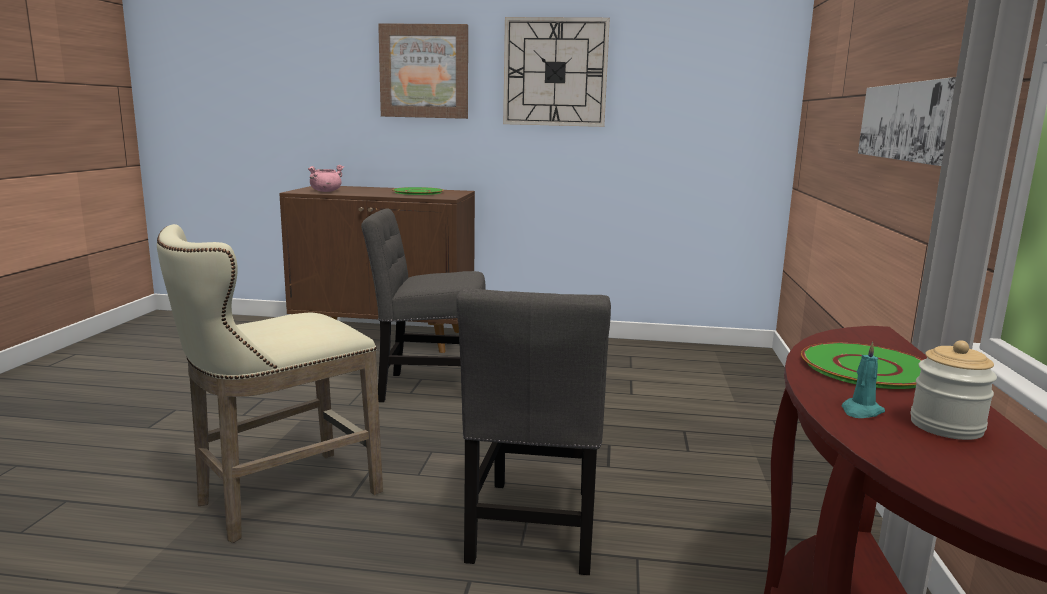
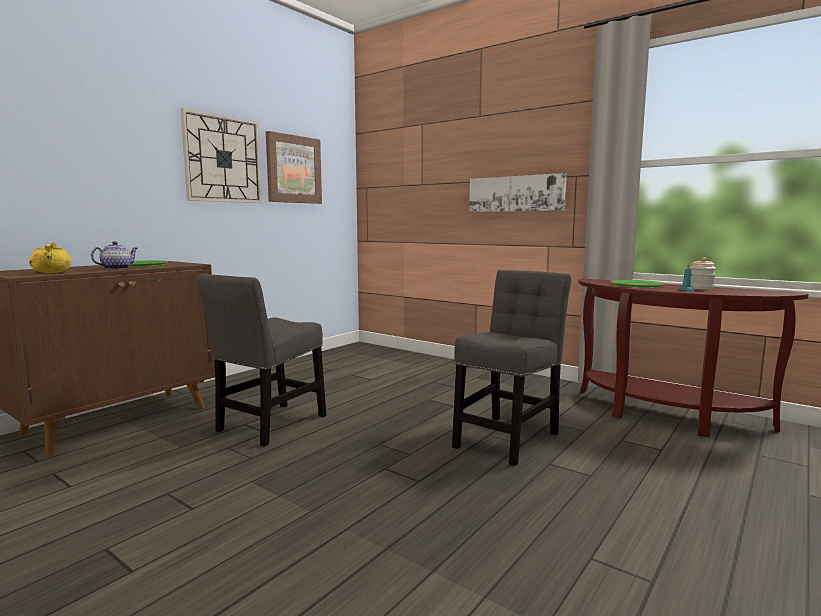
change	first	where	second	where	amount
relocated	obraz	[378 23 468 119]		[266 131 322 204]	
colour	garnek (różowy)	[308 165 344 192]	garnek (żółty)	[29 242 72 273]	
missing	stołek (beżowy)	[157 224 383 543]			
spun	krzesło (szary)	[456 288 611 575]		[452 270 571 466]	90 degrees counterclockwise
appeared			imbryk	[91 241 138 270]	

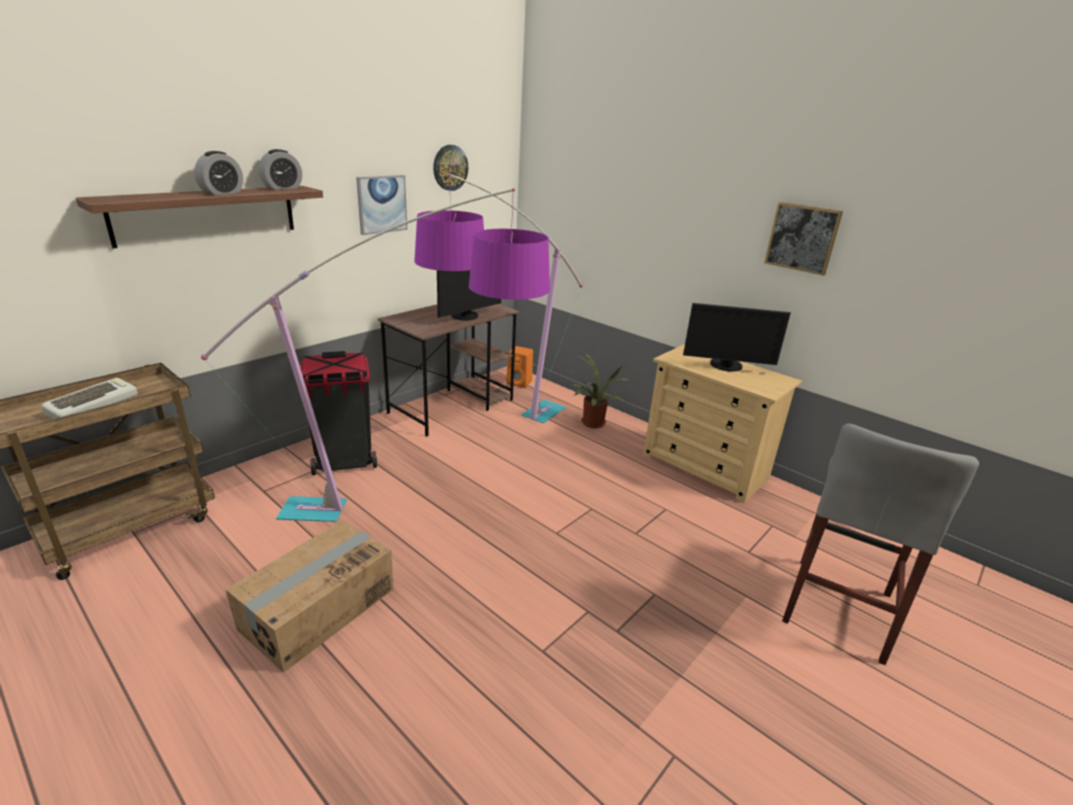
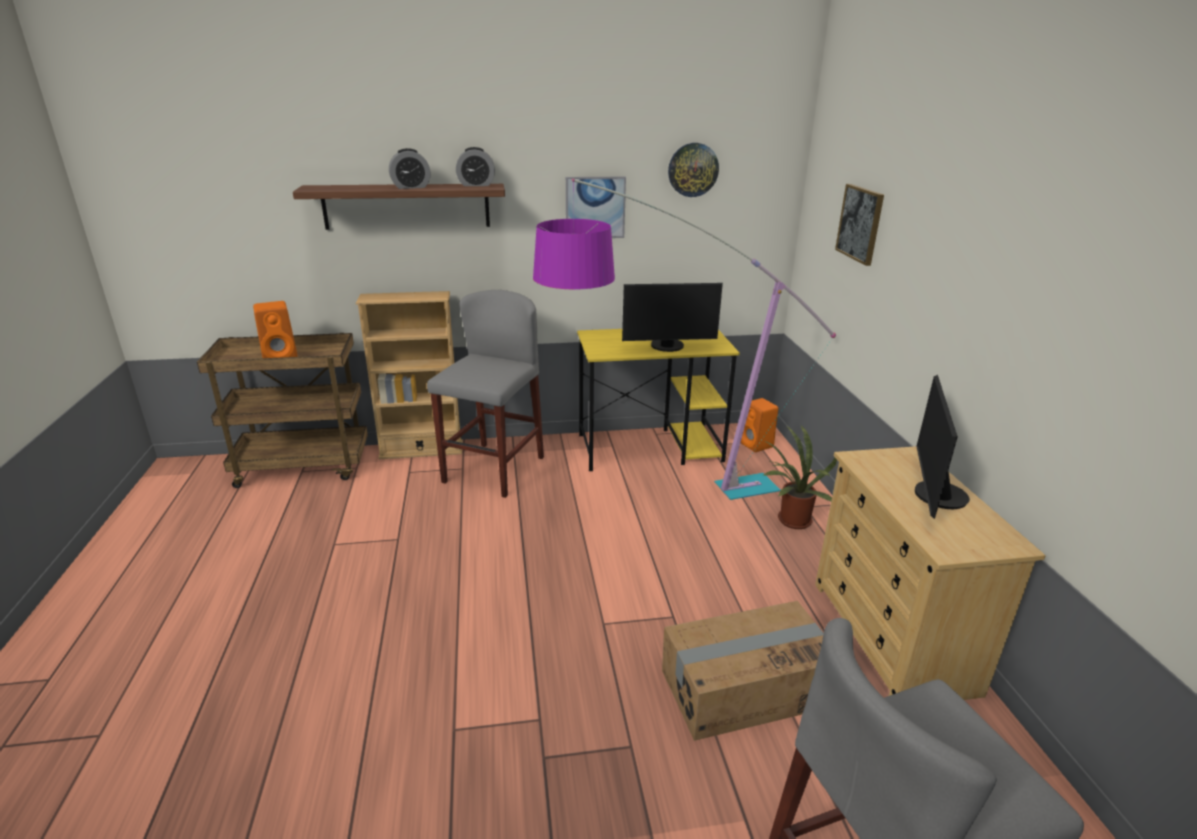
change	first	where	second	where	amount
missing	lampa stojąca	[201 188 550 522]			
relocated	obraz	[764 202 843 276]		[835 184 884 266]	
spun	monitor	[683 303 791 372]		[915 375 970 519]	60 degrees clockwise
colour	biurko (brązowy)	[378 304 519 437]	biurko (żółty)	[577 329 740 471]	
exchanged	kosz na śmieci (czarny)	[300 351 377 475]	stołek (szary)	[427 290 544 498]	
exchanged	klawiatura	[42 378 138 419]	głośnik (pomarańczowy)	[253 301 298 358]	
relocated	karton	[225 520 393 673]		[662 601 824 741]	
appeared			regał (beżowy)	[356 291 462 459]	

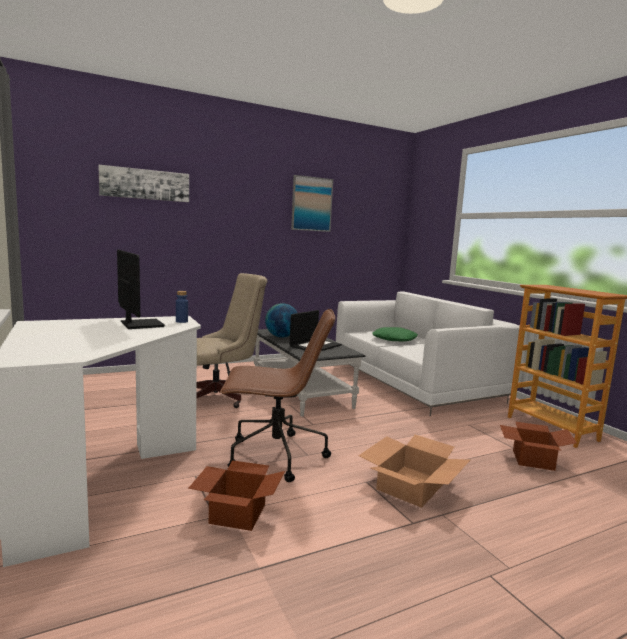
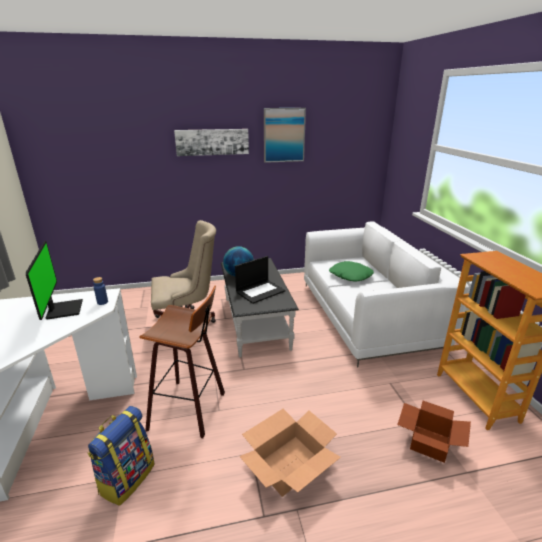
change	first	where	second	where	amount
relocated	obraz	[98 165 189 202]		[174 129 249 156]	
exchanged	krzesło biurowe (brązowy)	[220 309 336 482]	stołek	[139 286 225 438]	
exchanged	karton	[188 460 285 531]	plecak	[87 406 155 506]	

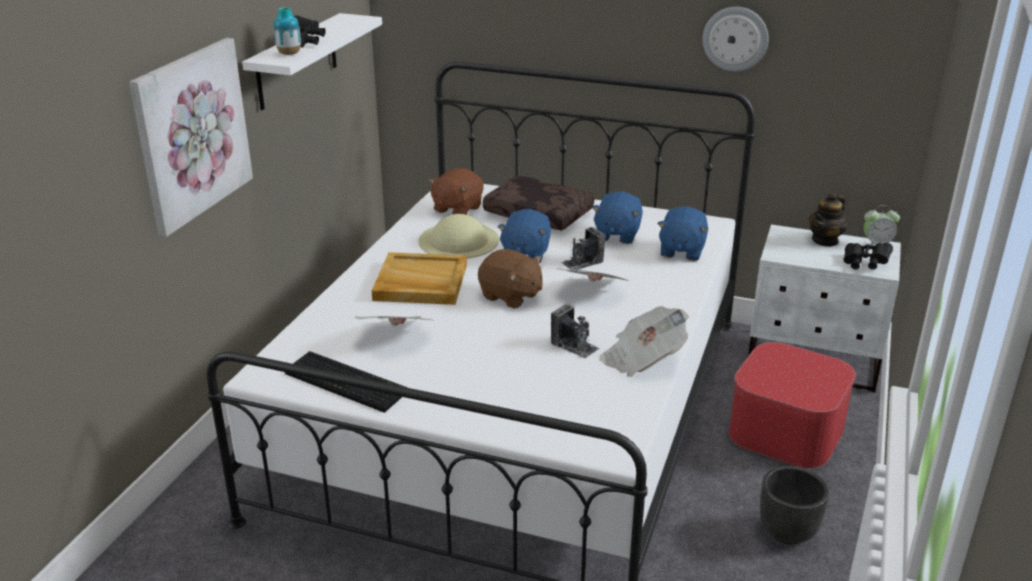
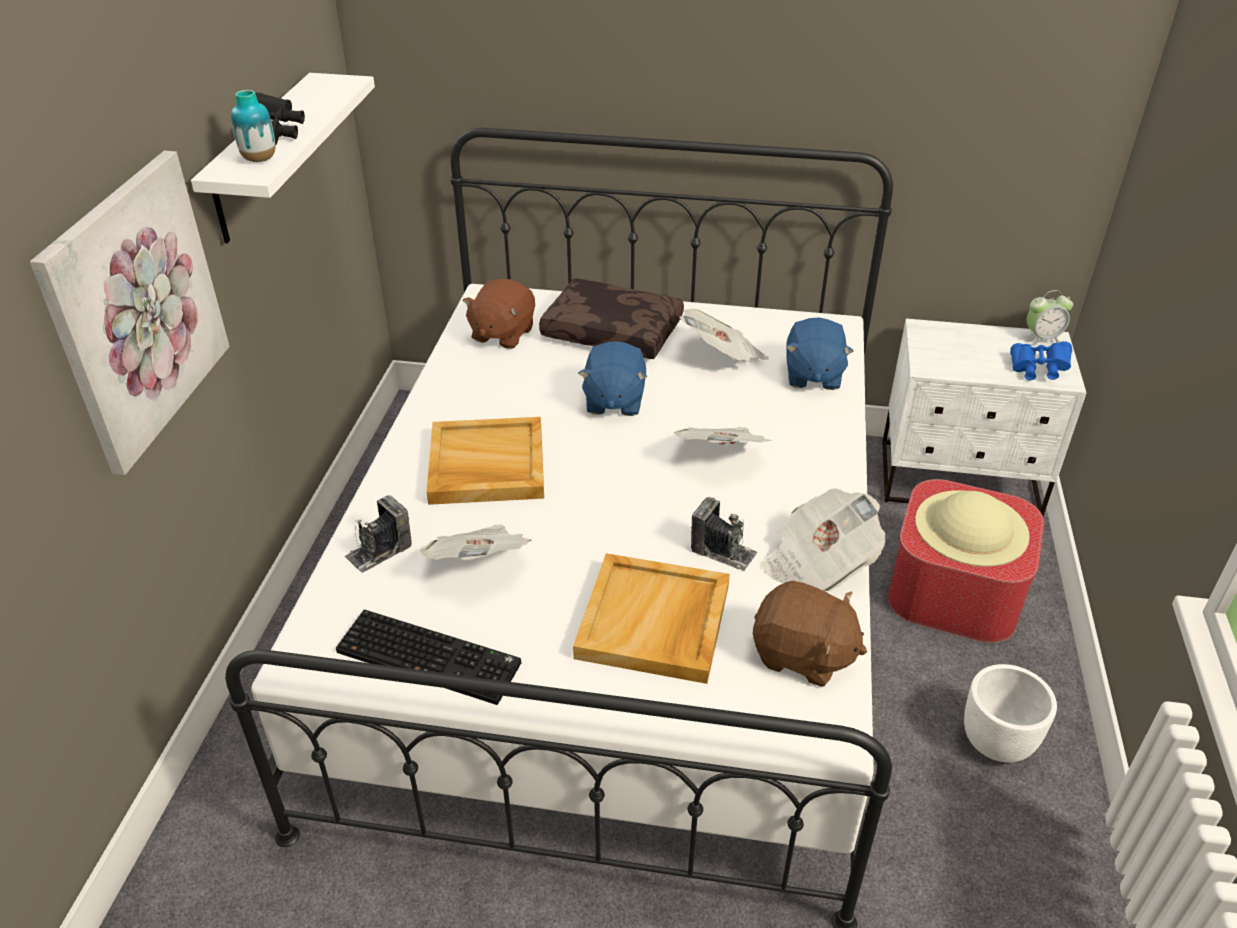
change	first	where	second	where	amount
missing	zegar ścienny	[703 7 768 71]			
exchanged	pluszak (niebieski)	[592 191 643 244]	gazeta	[679 309 769 362]	
missing	imbryk	[809 193 847 247]			
relocated	kapelusz (beżowy)	[418 214 499 259]		[915 490 1030 567]	
relocated	aparat fotograficzny	[561 227 605 270]		[344 495 412 573]	
colour	lornetka (czarny)	[843 243 893 270]	lornetka (niebieski)	[1010 341 1072 380]	
relocated	pluszak (brązowy)	[478 249 543 309]		[753 580 867 687]	
colour	donica (czarny)	[760 466 829 544]	donica (biały)	[964 664 1057 762]	
appeared			taca (beżowy)	[573 553 730 684]	

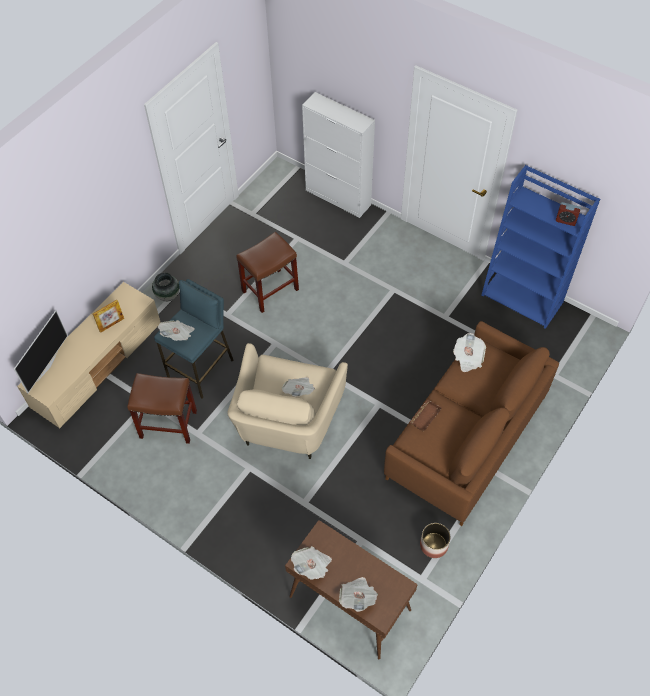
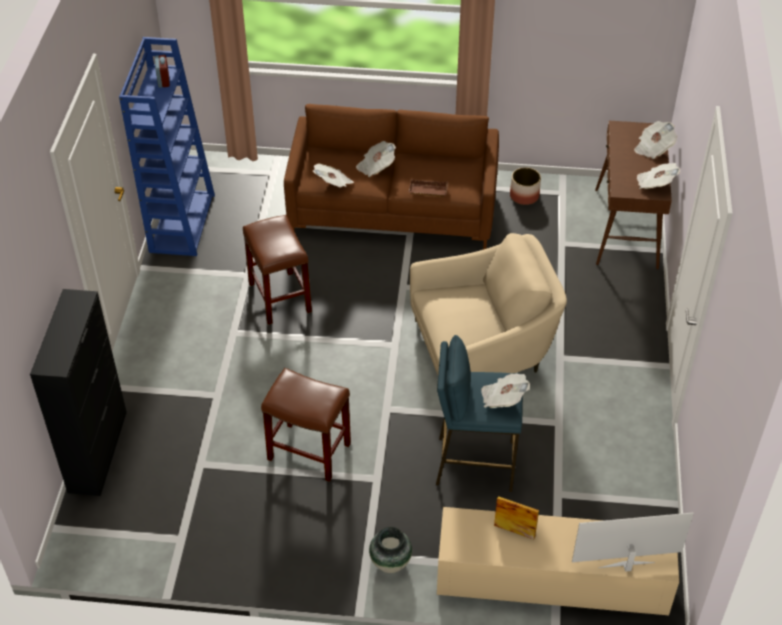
change	first	where	second	where	amount
colour	szafka (biały)	[302 92 375 218]	szafka (czarny)	[30 289 127 496]	
relocated	stołek (brązowy)	[127 373 197 444]		[243 215 312 325]	
relocated	gazeta	[282 377 315 397]		[356 141 396 177]	

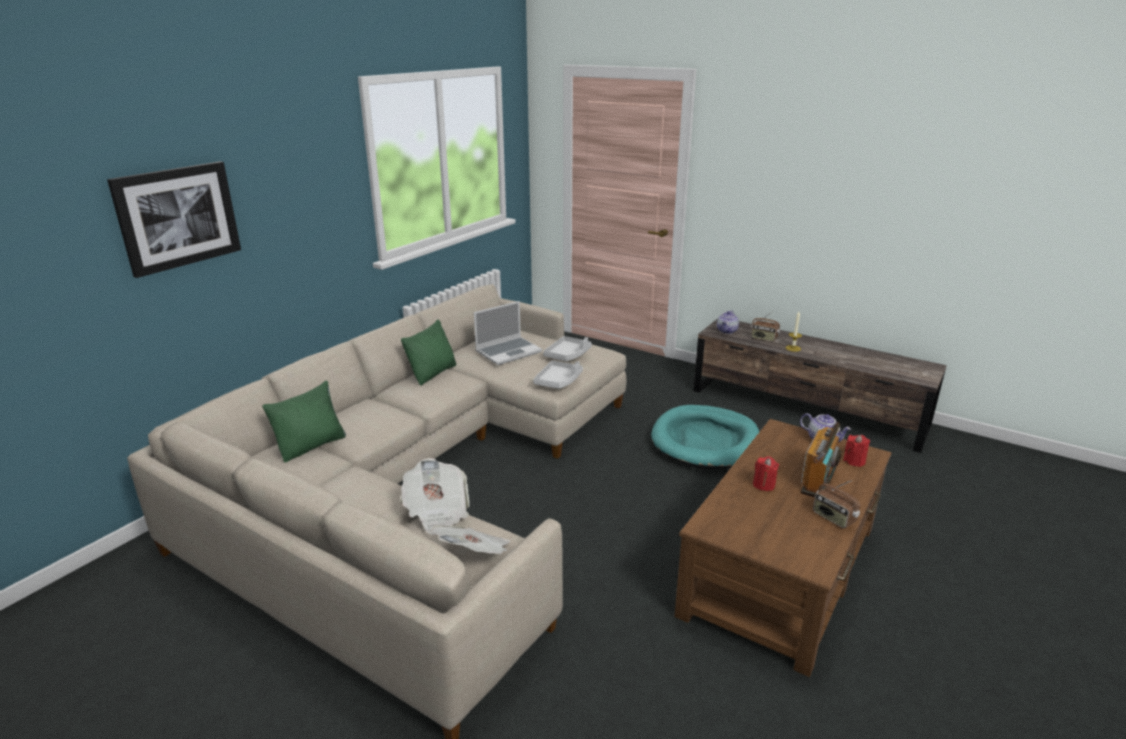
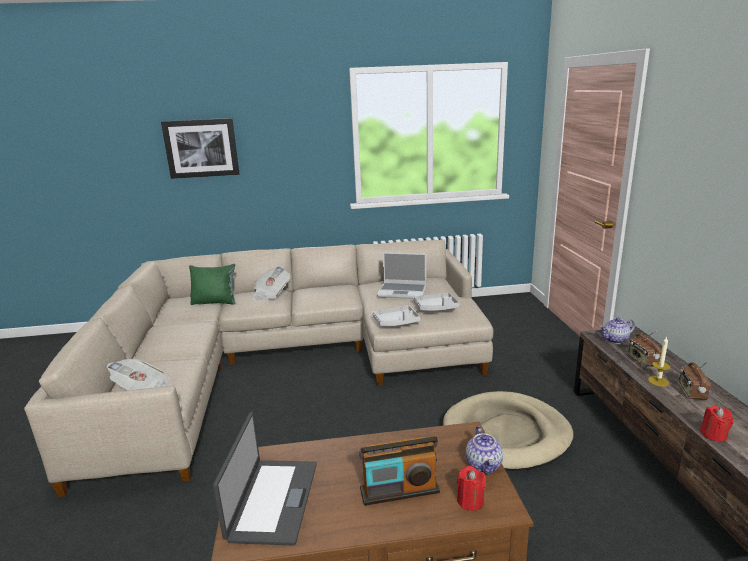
change	first	where	second	where	amount
missing	poduszka (zielony)	[401 319 456 386]			
colour	legowisko (turkusowy)	[651 405 760 469]	legowisko (beżowy)	[443 391 573 471]	
relocated	świeca (czerwony)	[753 456 779 491]		[700 406 733 442]	
relocated	gazeta	[400 458 469 535]		[252 266 290 301]	
relocated	radio	[813 480 860 528]		[678 361 711 400]	
appeared			laptop	[213 412 317 546]	

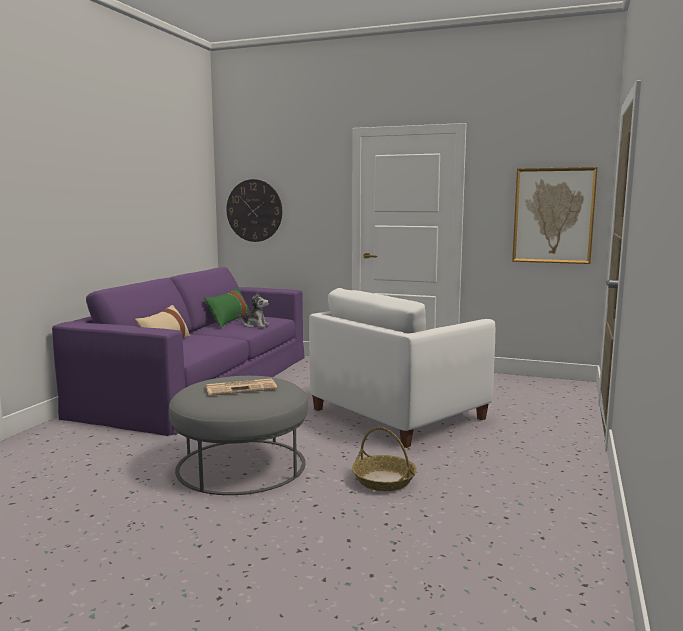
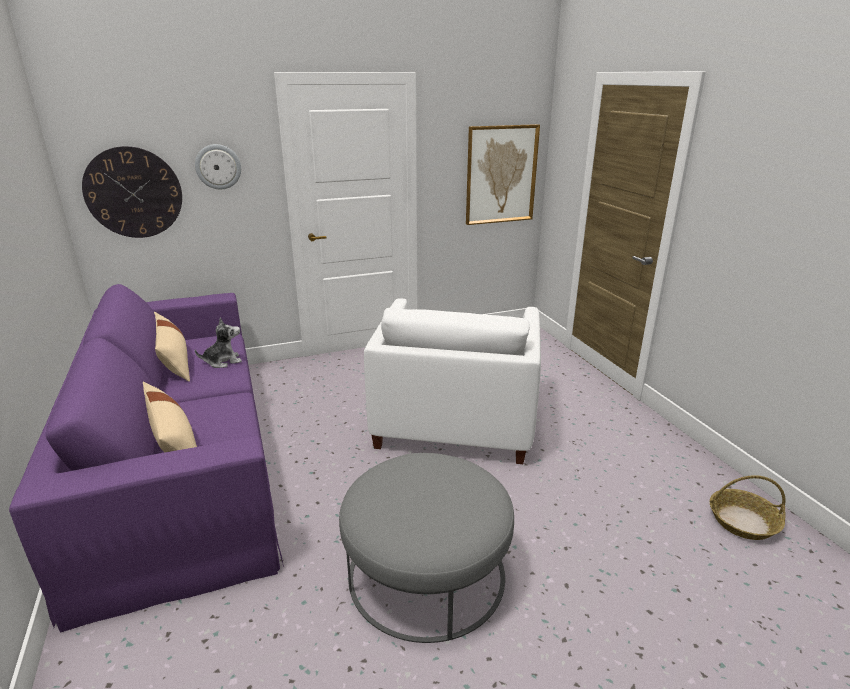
change	first	where	second	where	amount
colour	poduszka (zielony)	[204 288 250 328]	poduszka (beżowy)	[154 312 190 382]	
missing	gazeta	[206 379 277 396]			
relocated	koszyk	[352 427 417 491]		[709 475 786 540]	
appeared			zegar ścienny	[195 144 241 189]	

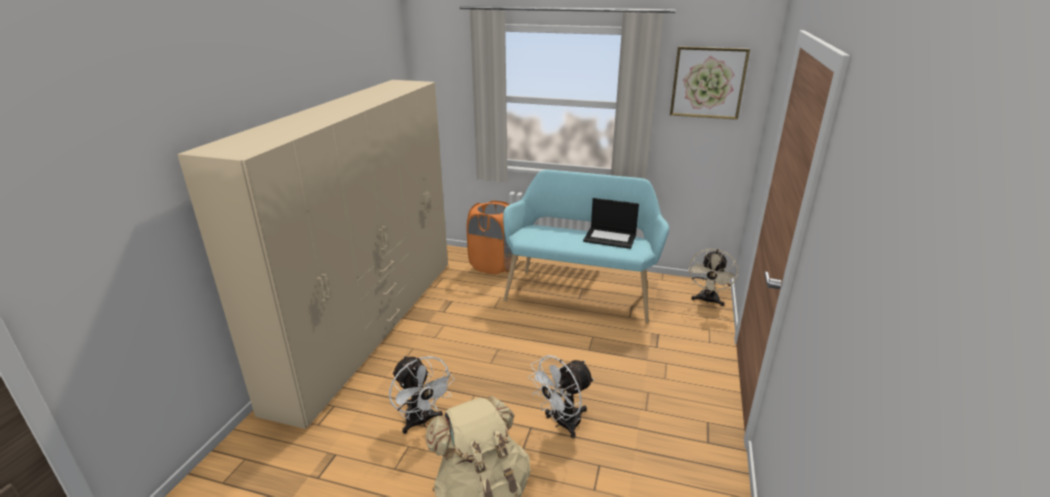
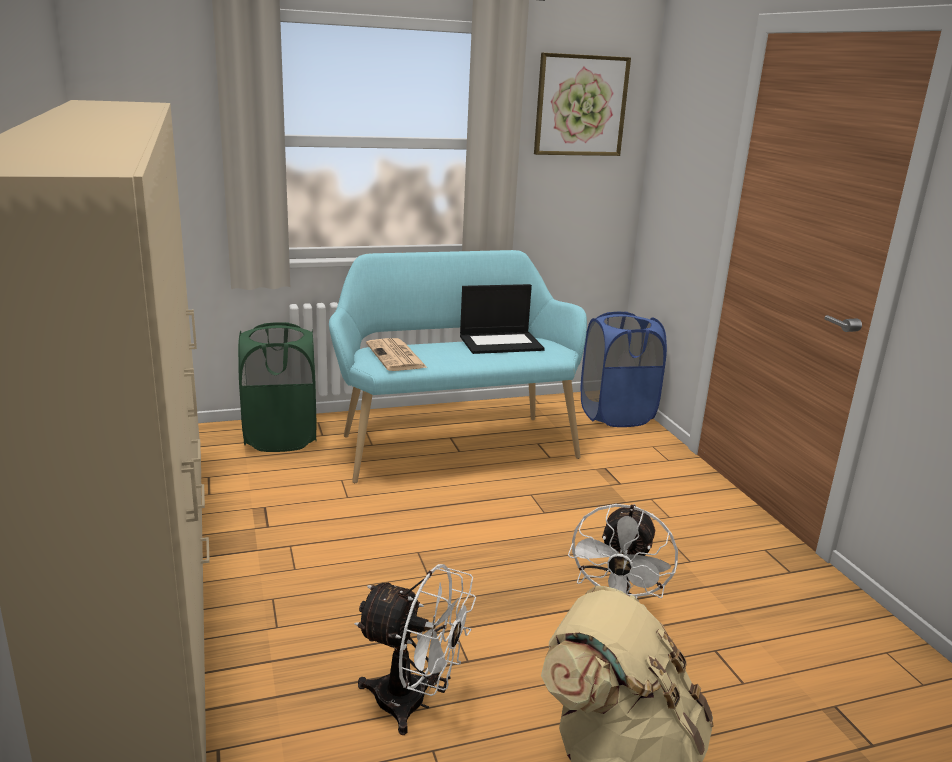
change	first	where	second	where	amount
colour	kosz na pranie (pomarańczowy)	[467 200 513 274]	kosz na pranie (zielony)	[238 322 316 452]	
exchanged	wentylator (beżowy)	[688 249 738 306]	kosz na pranie (niebieski)	[581 311 667 427]	
appeared			gazeta	[366 338 428 371]	

